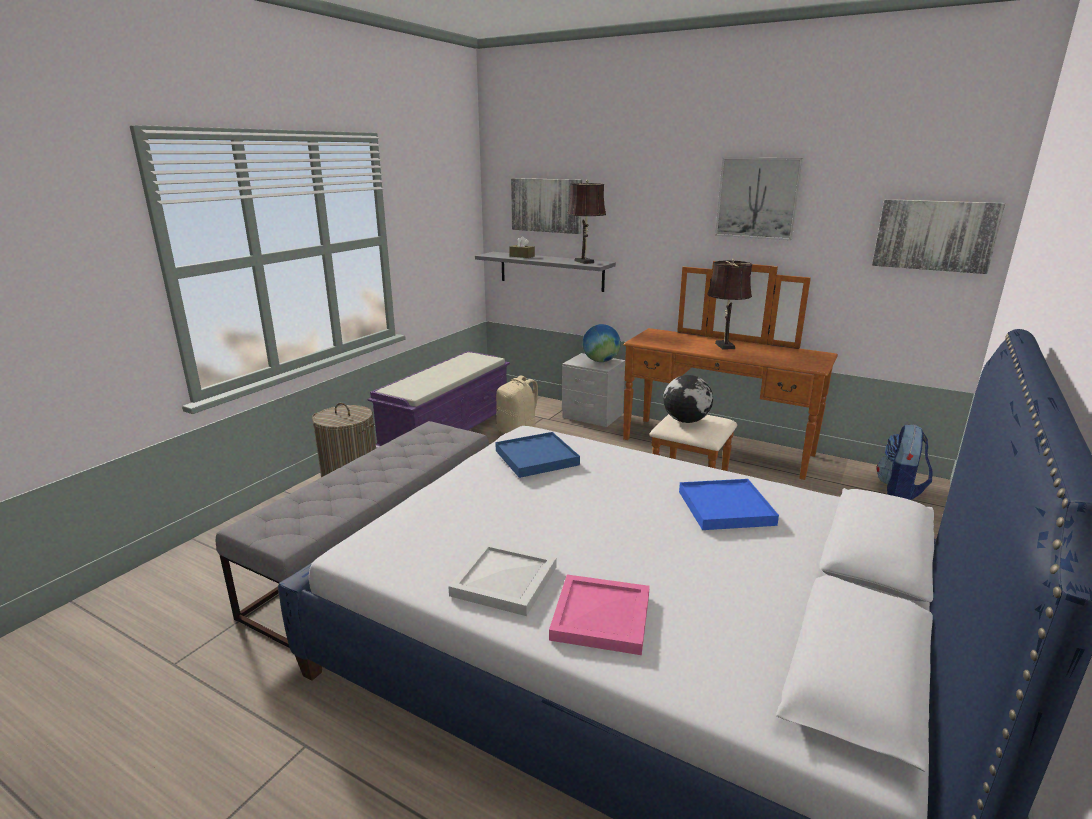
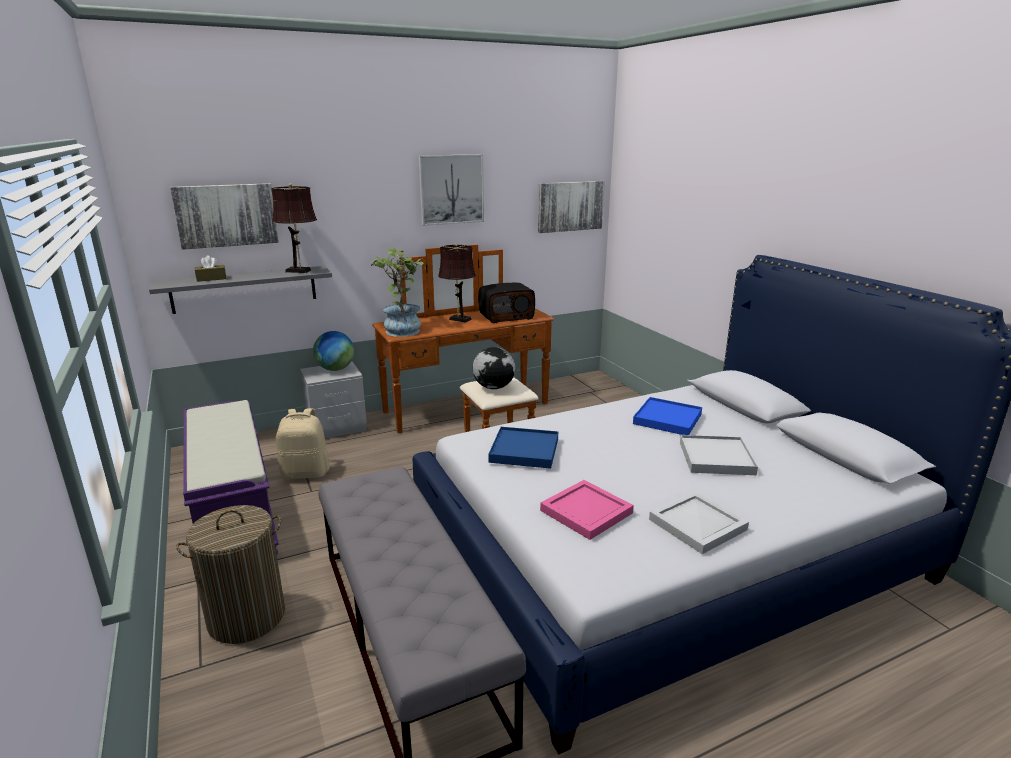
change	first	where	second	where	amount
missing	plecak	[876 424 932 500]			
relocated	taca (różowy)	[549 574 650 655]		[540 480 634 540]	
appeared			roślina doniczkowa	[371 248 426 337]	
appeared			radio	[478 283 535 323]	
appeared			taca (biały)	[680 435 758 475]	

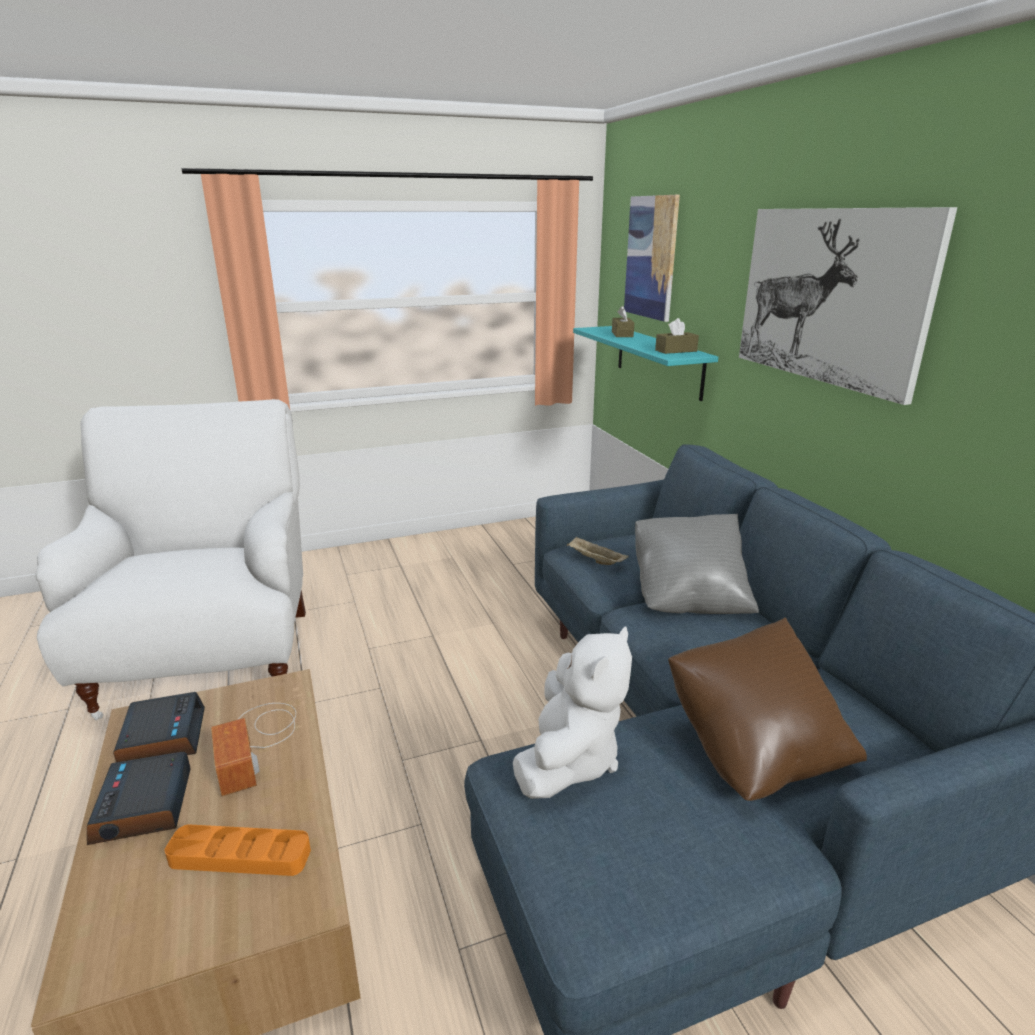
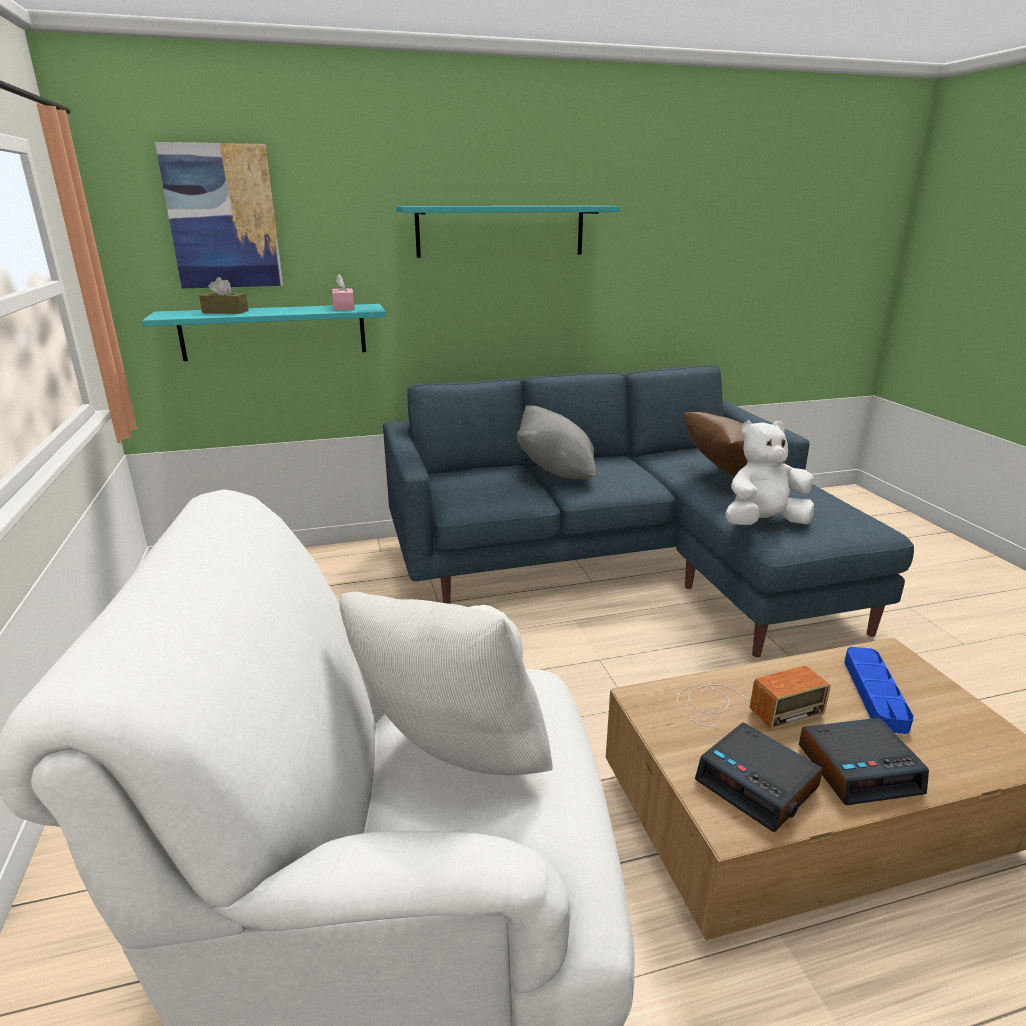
change	first	where	second	where	amount
exchanged	obraz	[739 207 957 405]	półka (turkusowy)	[396 206 620 258]	
colour	pudełko chusteczek (brązowy)	[655 318 699 354]	pudełko chusteczek (różowy)	[332 274 355 311]	
missing	taca (beżowy)	[567 536 629 565]			
spun	pluszak (biały)	[513 626 632 799]		[725 420 814 525]	45 degrees counterclockwise
spun	budzik	[113 692 205 762]		[695 722 823 832]	120 degrees counterclockwise
colour	taca (pomarańczowy)	[165 824 311 876]	taca (niebieski)	[844 647 914 734]	
appeared			poduszka (biały)	[340 592 553 775]	

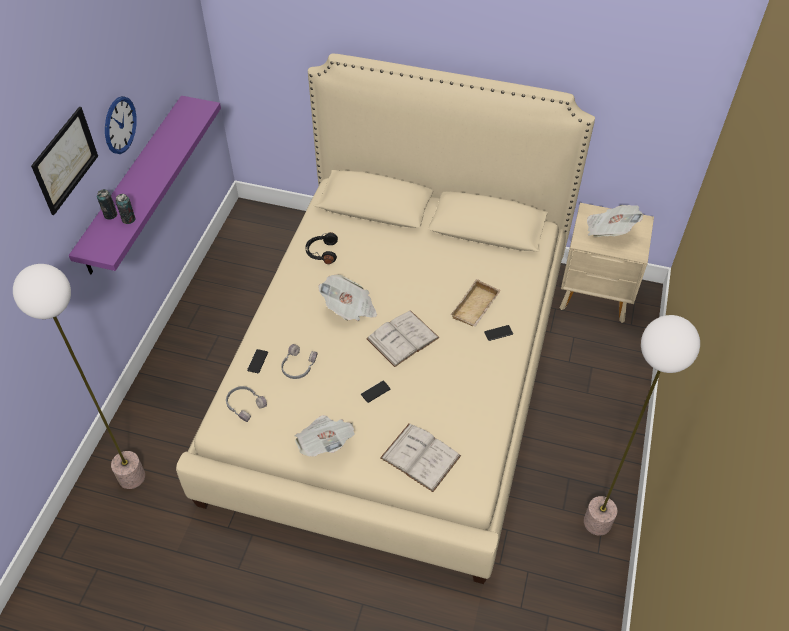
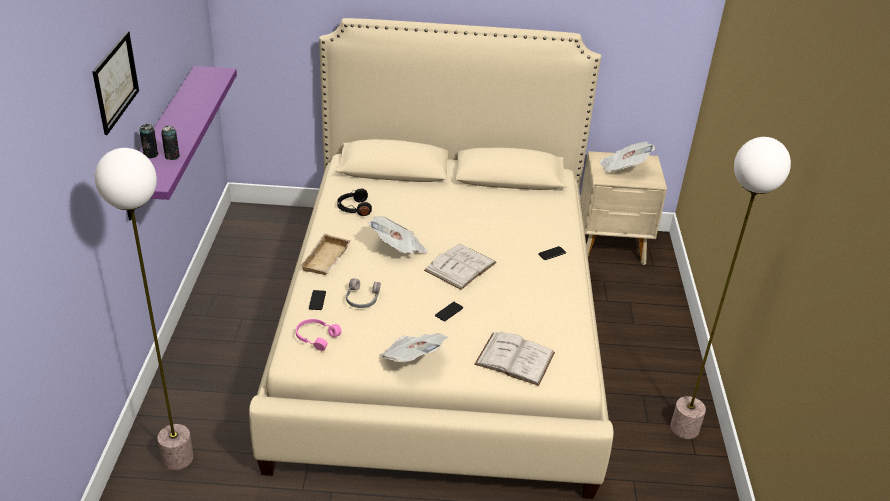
change	first	where	second	where	amount
missing	zegar ścienny	[105 96 136 154]			
relocated	taca (beżowy)	[450 279 501 327]		[300 234 351 275]	
colour	słuchawki (szary)	[226 386 267 422]	słuchawki (różowy)	[296 319 341 351]	

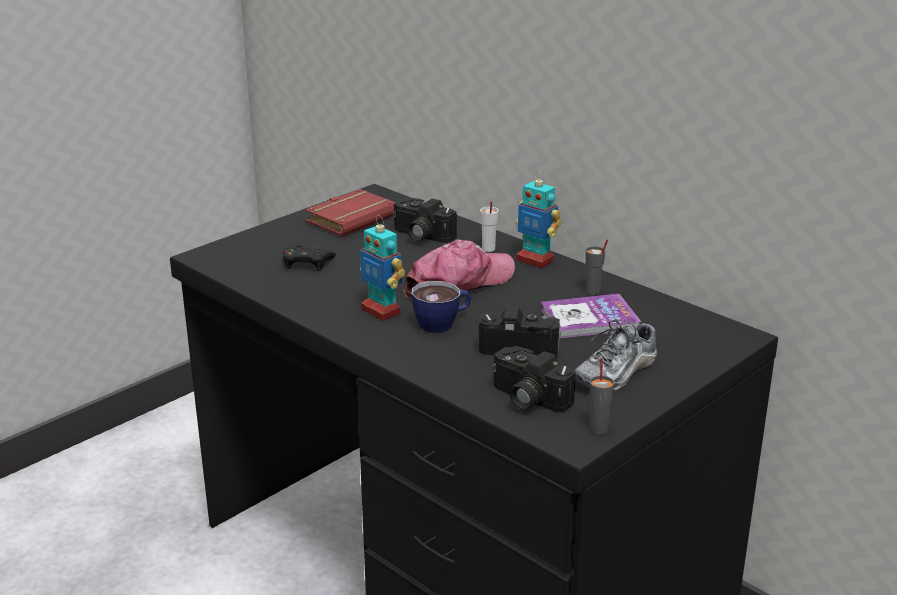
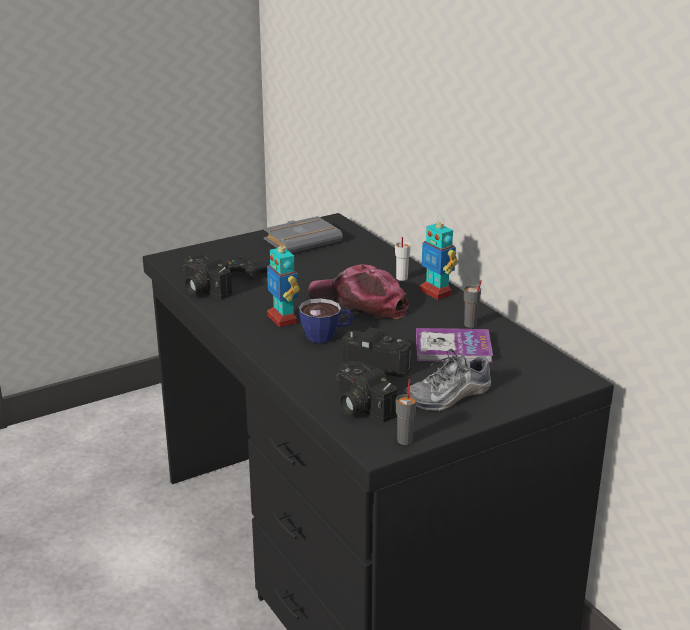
change	first	where	second	where	amount
colour	książka (czerwony)	[305 189 396 237]	książka (szary)	[263 216 343 253]	
relocated	aparat fotograficzny	[392 198 457 243]		[182 254 232 299]	
spun	czapka z daszkiem	[403 239 515 299]		[308 264 409 319]	135 degrees counterclockwise

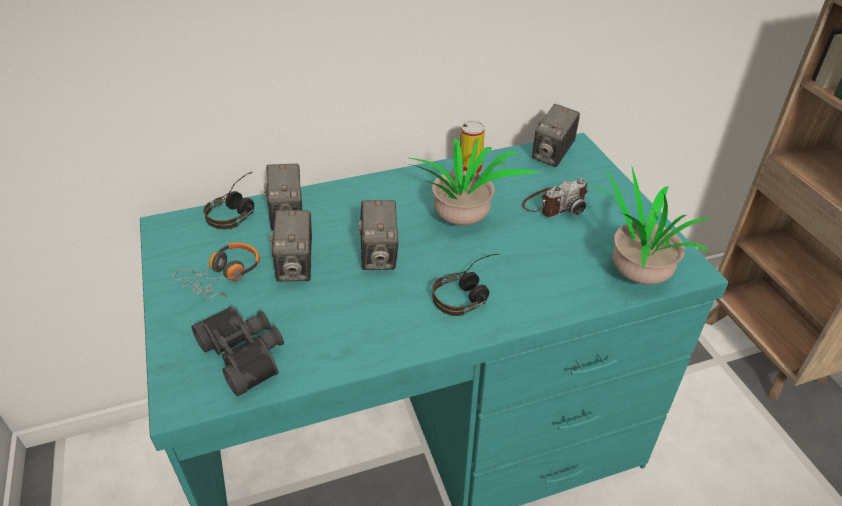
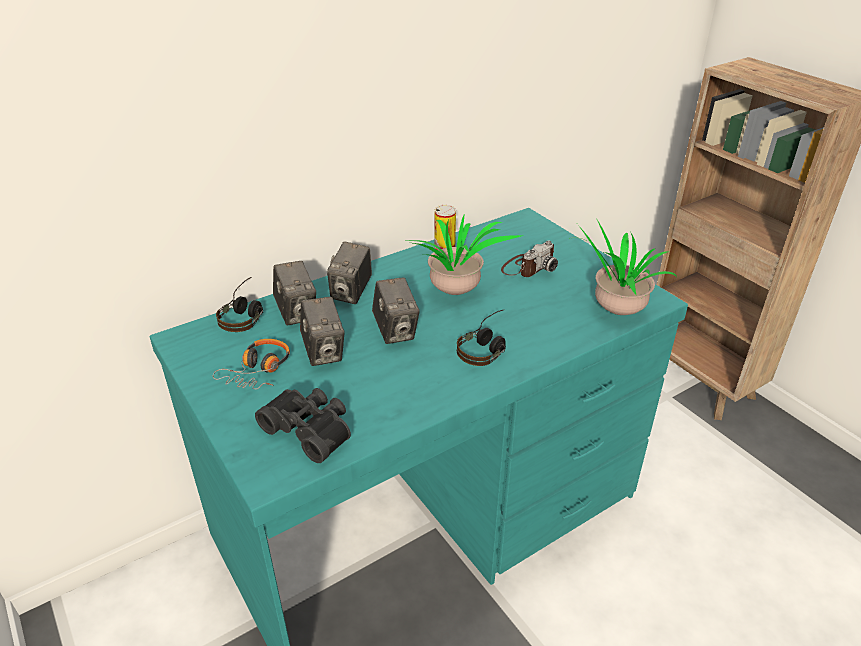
change	first	where	second	where	amount
relocated	aparat fotograficzny	[532 104 580 167]		[327 241 372 304]	

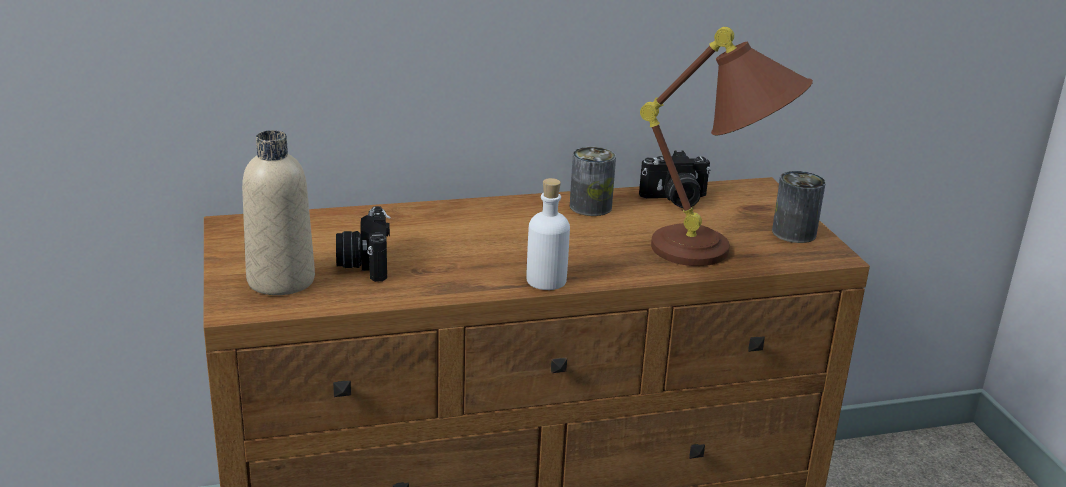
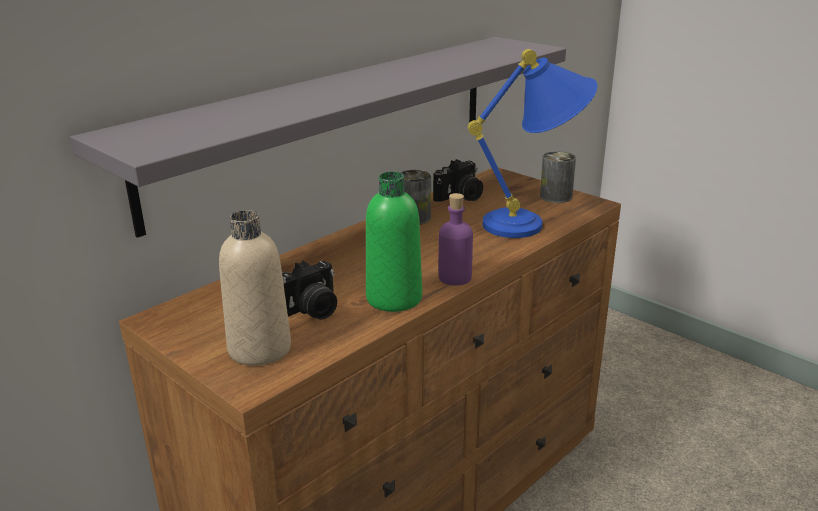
change	first	where	second	where	amount
colour	lampa stołowa (brązowy)	[640 27 813 266]	lampa stołowa (niebieski)	[468 49 597 238]	
colour	butelka (biały)	[526 178 570 290]	butelka (fioletowy)	[439 193 473 286]	
spun	aparat fotograficzny	[336 206 391 282]		[282 261 337 320]	90 degrees counterclockwise
appeared			półka (szary)	[70 37 566 238]	
appeared			butelka (zielony)	[366 172 422 312]	

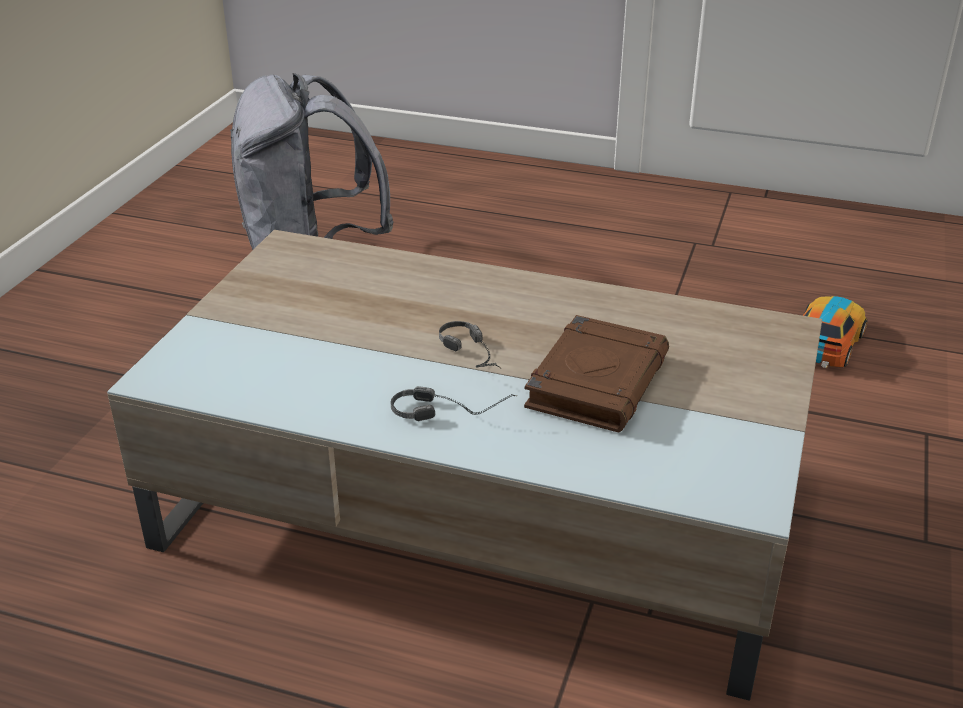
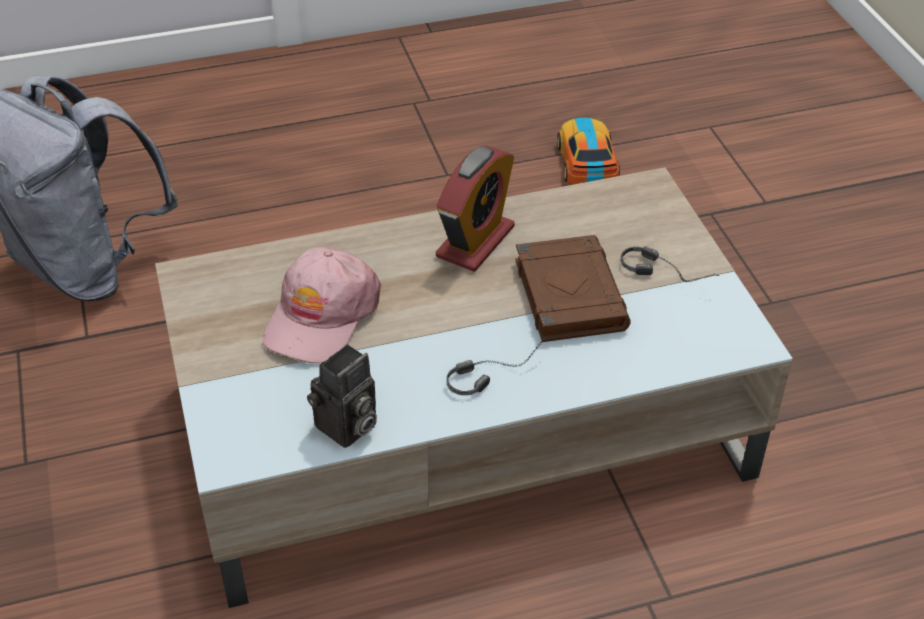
change	first	where	second	where	amount
relocated	słuchawki	[439 321 502 369]		[620 246 719 282]	
appeared			budzik	[436 146 515 272]	
appeared			czapka z daszkiem (różowy)	[262 247 381 363]	
appeared			aparat fotograficzny	[307 344 377 448]	

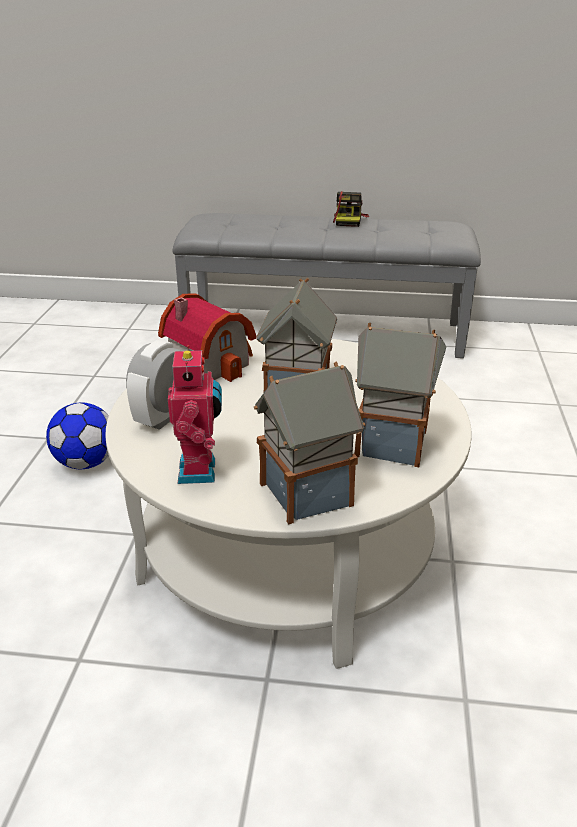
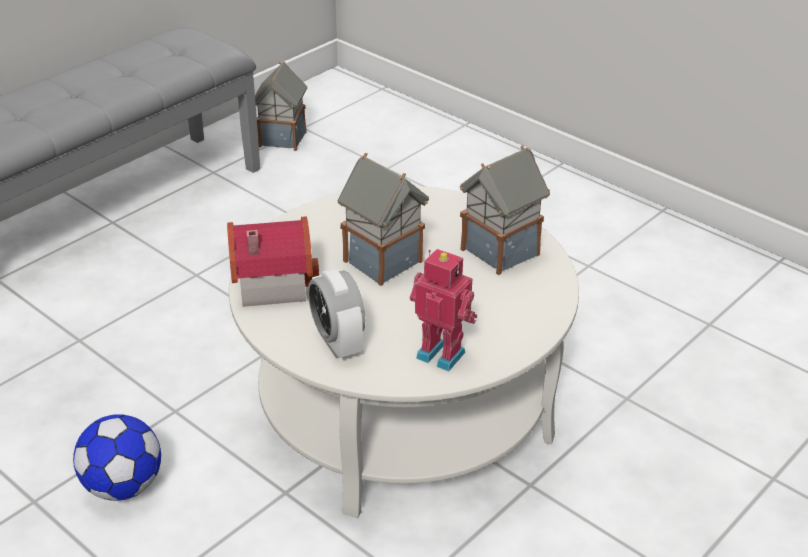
change	first	where	second	where	amount
missing	aparat fotograficzny	[333 191 369 227]			
relocated	domek	[254 361 366 525]		[255 62 307 151]	

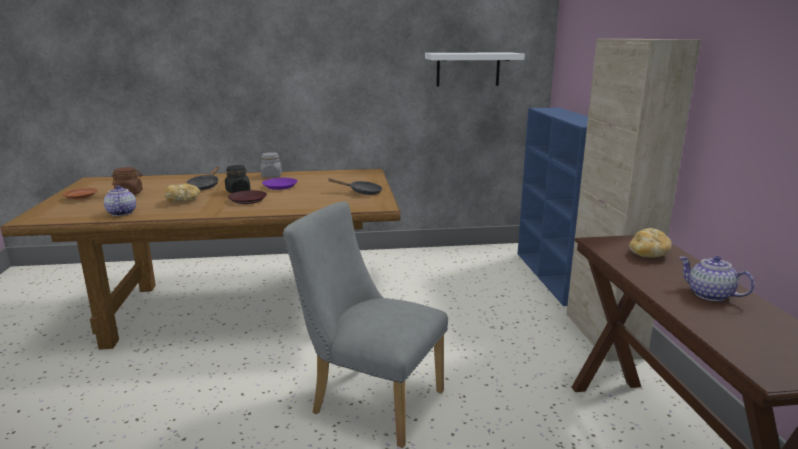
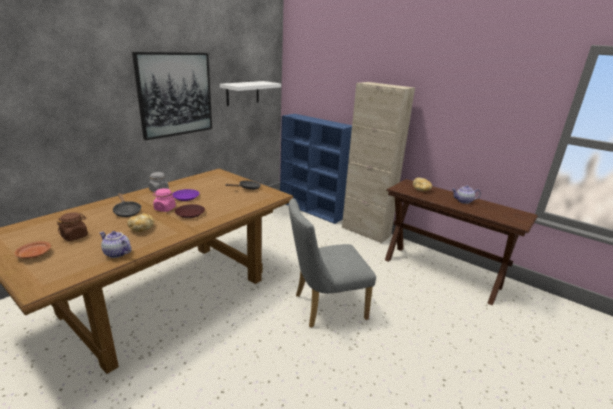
change	first	where	second	where	amount
colour	słoik (czarny)	[225 165 251 193]	słoik (różowy)	[153 188 176 212]	
appeared			obraz	[132 52 212 140]	

